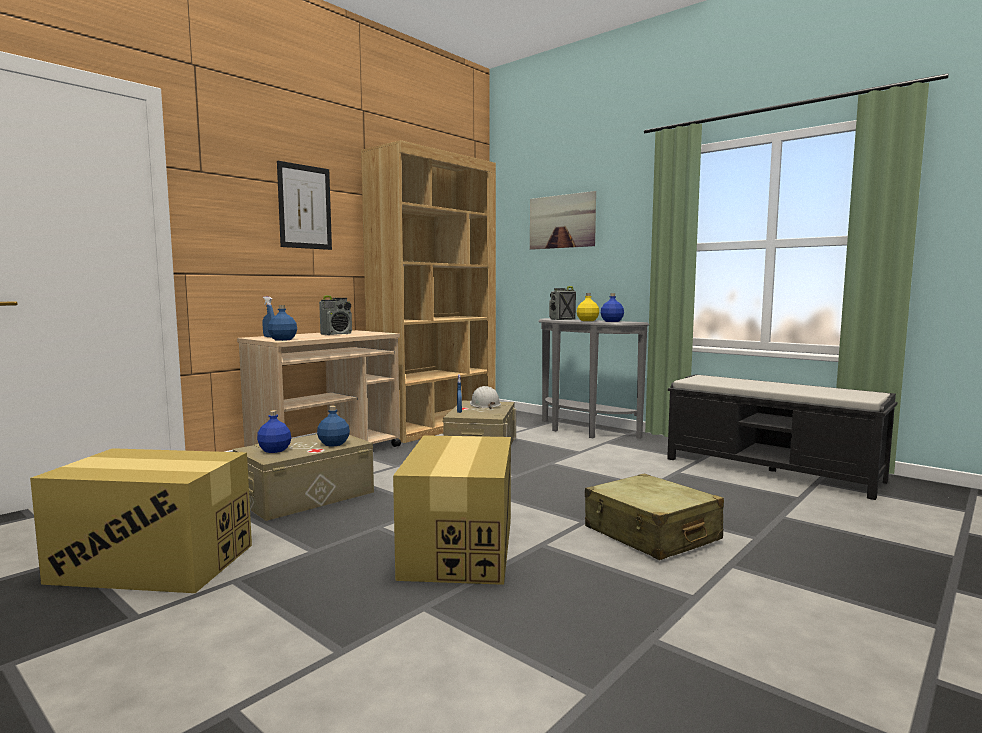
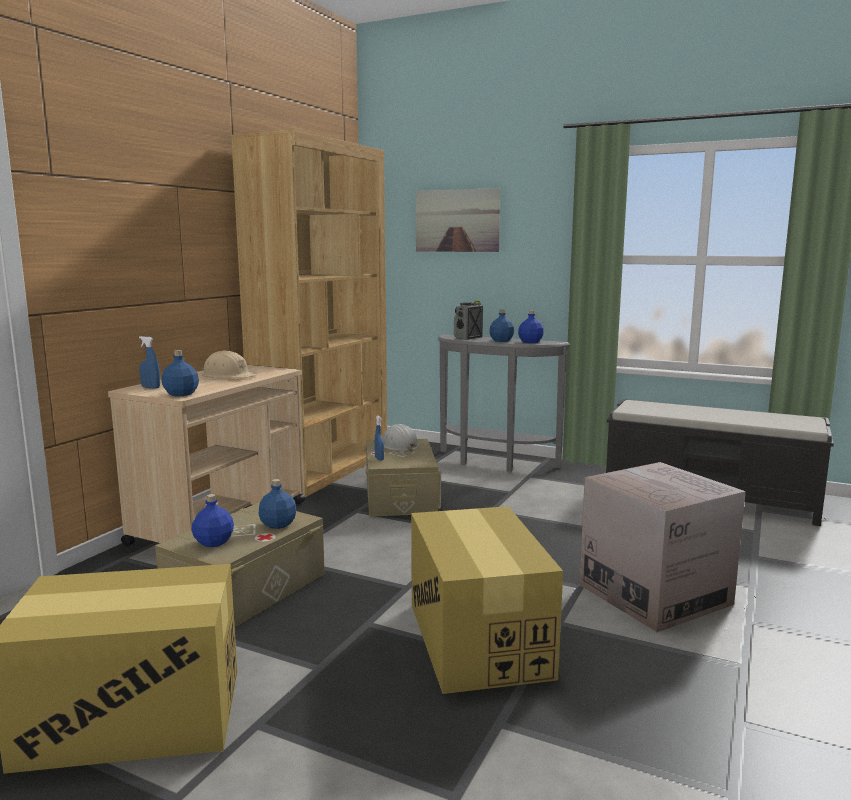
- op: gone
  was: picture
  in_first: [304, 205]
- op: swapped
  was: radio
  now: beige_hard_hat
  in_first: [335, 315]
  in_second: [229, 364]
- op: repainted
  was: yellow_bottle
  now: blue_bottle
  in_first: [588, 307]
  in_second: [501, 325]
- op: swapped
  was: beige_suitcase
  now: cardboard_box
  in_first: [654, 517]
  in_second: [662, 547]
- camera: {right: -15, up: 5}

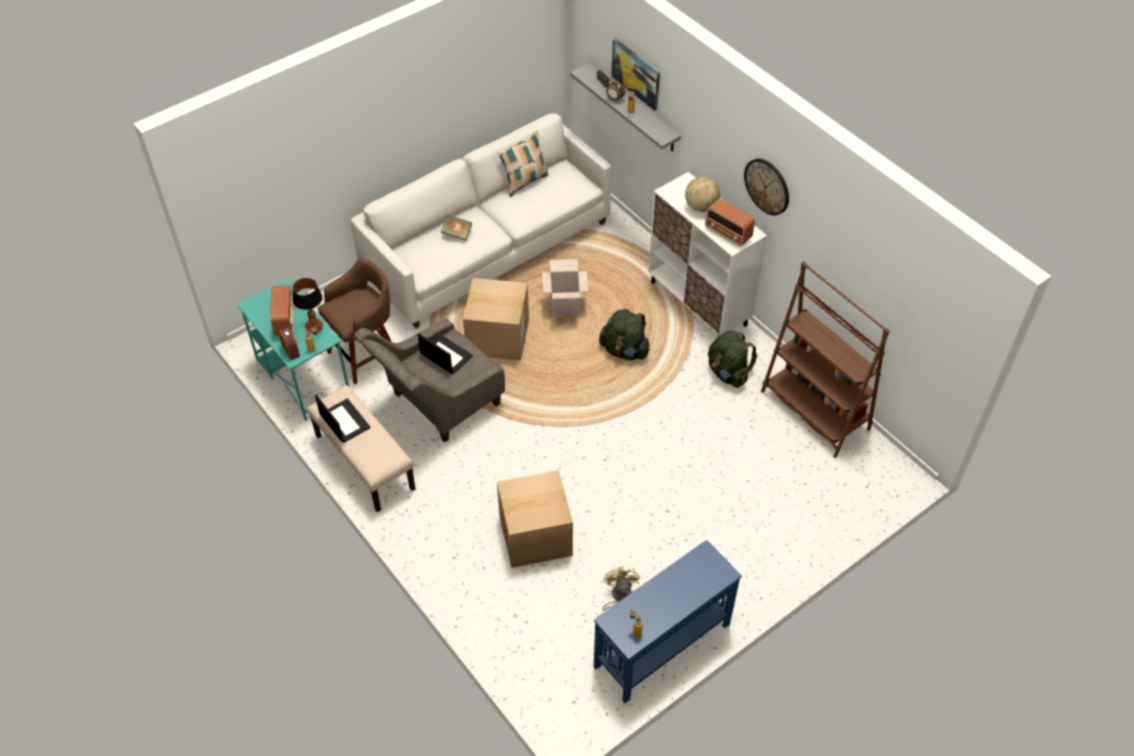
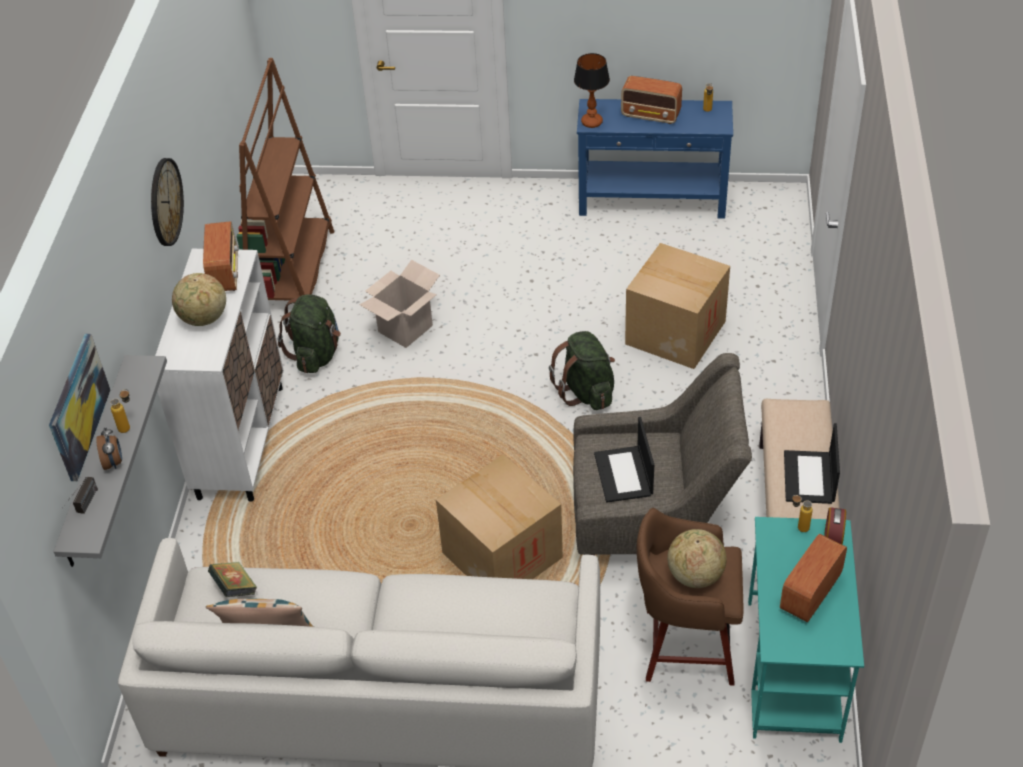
- op: shifted
  was: table_lamp
  in_first: [308, 305]
  in_second: [592, 90]
- op: shifted
  was: book
  in_first: [456, 228]
  in_second: [232, 579]
- op: shifted
  was: cardboard_box
  in_first: [565, 287]
  in_second: [399, 304]
- op: shifted
  was: green_backpack
  in_first: [624, 334]
  in_second: [582, 370]
- op: gone
  was: yellow_fan
  in_first: [621, 589]
- op: new
  now: radio
  in_second: [651, 100]
- op: new
  now: globe
  in_second: [697, 558]
- camera: {right: -135, up: -5}

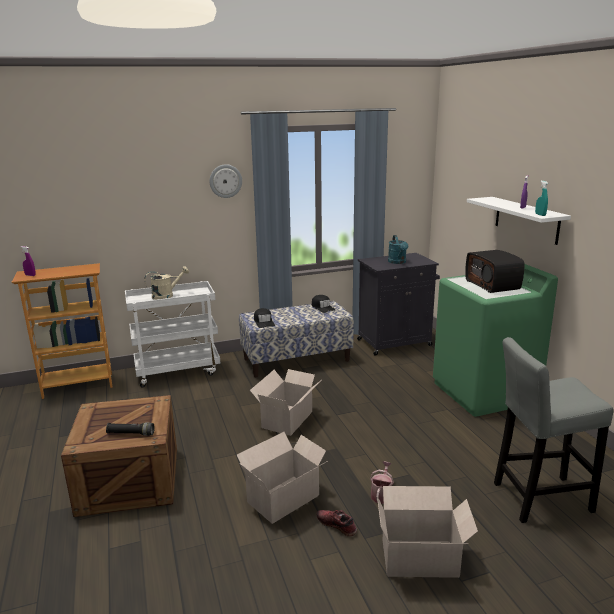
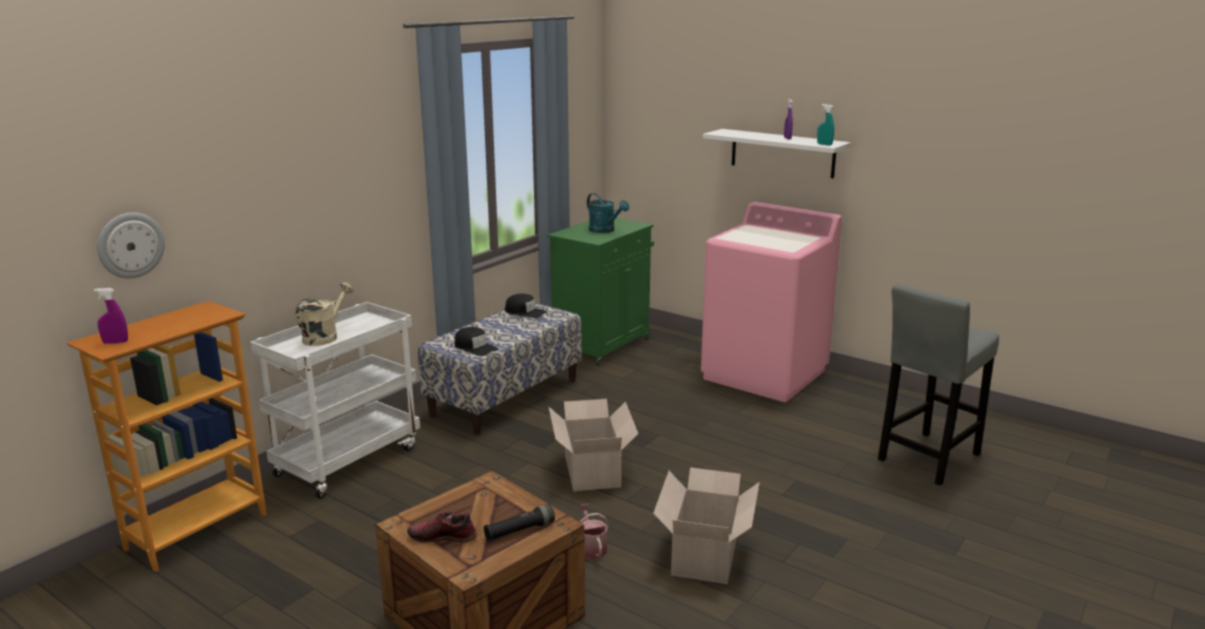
- op: shifted
  was: wall_clock
  in_first: [225, 181]
  in_second: [131, 245]
- op: shifted
  was: shoe
  in_first: [336, 523]
  in_second: [442, 527]
- op: repainted
  was: black_cabinet
  now: green_cabinet
  in_first: [398, 304]
  in_second: [600, 292]
- op: shifted
  was: watering_can
  in_first: [382, 483]
  in_second: [593, 531]
- op: gone
  was: cardboard_box
  in_first: [427, 532]
- op: repainted
  was: green_washing_machine
  now: pink_washing_machine
  in_first: [495, 340]
  in_second: [771, 302]
- op: gone
  was: radio
  in_first: [494, 271]
- camera: {right: -35, up: 0}

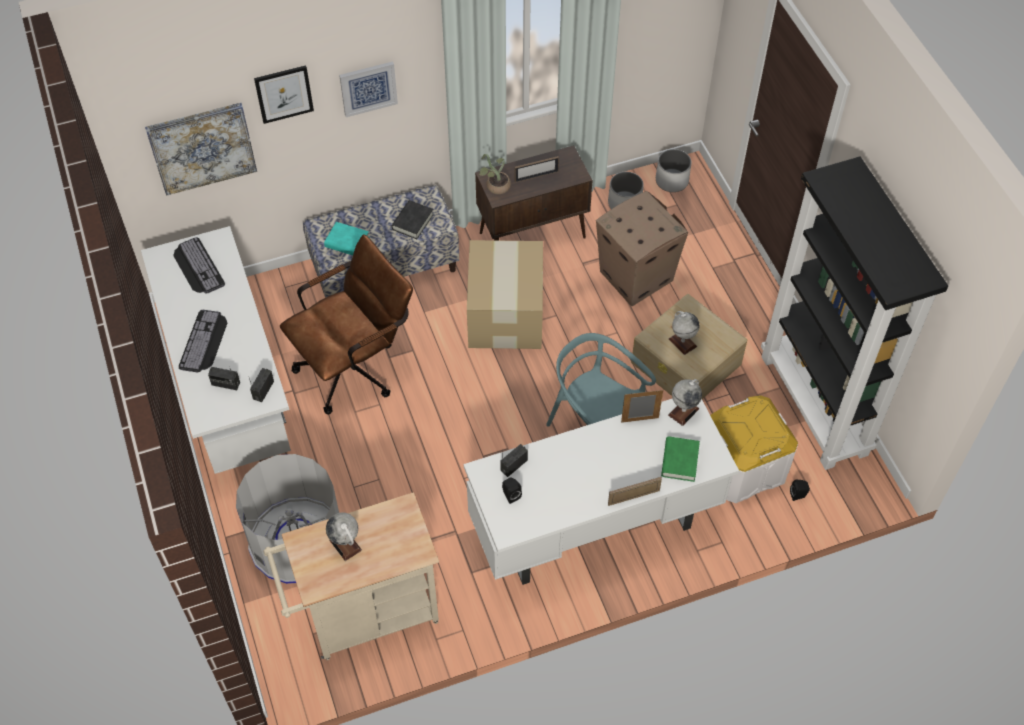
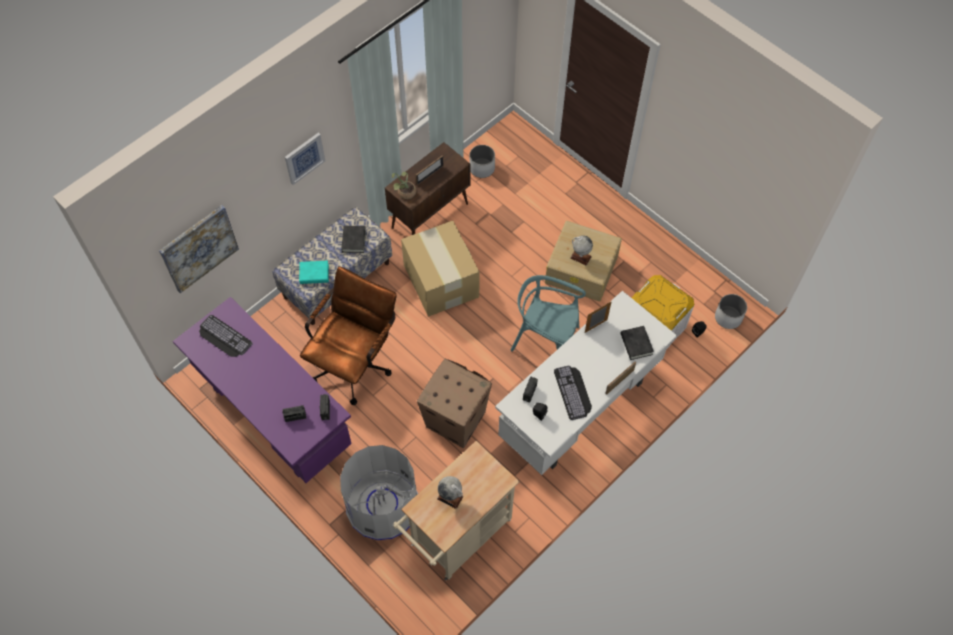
- op: repainted
  was: white_desk
  now: purple_desk
  in_first: [216, 350]
  in_second: [262, 390]
- op: shifted
  was: keyboard
  in_first: [203, 341]
  in_second: [573, 393]
- op: gone
  was: picture
  in_first: [284, 94]
- op: shifted
  was: cardboard_box
  in_first: [642, 248]
  in_second: [454, 403]
- op: shifted
  was: white_planter
  in_first: [673, 170]
  in_second: [731, 311]
- op: repainted
  was: green_book
  now: black_book
  in_first: [680, 459]
  in_second: [637, 343]
- op: gone
  was: globe
  in_first: [685, 402]
- op: gone
  was: black_bookcase
  in_first: [854, 313]
- camera: {right: -25, up: 5}

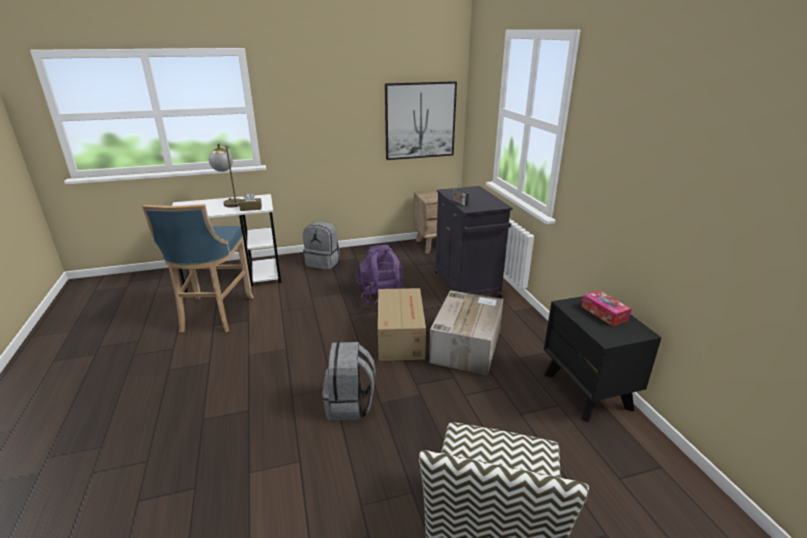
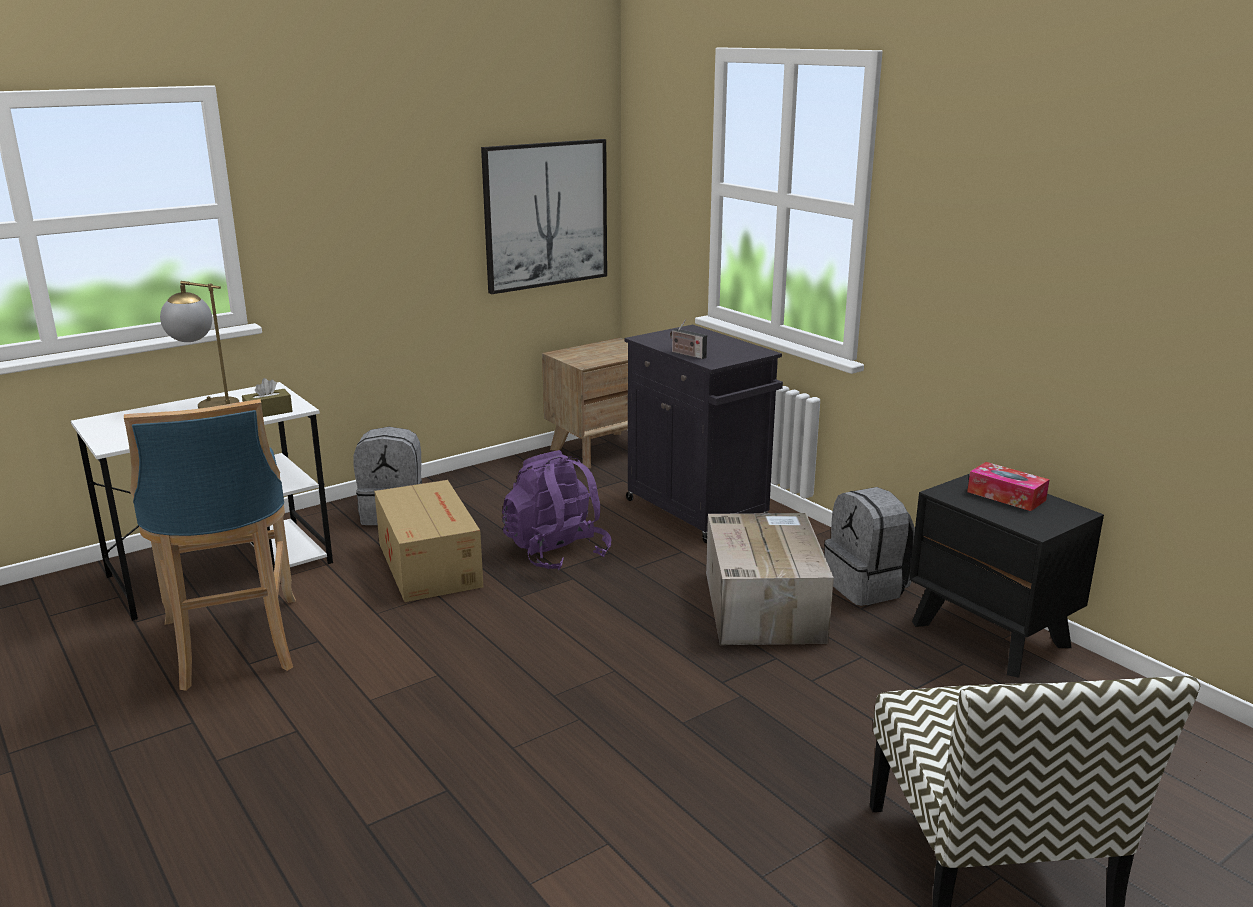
- op: shifted
  was: grey_backpack
  in_first: [348, 381]
  in_second: [869, 546]
- op: shifted
  was: cardboard_box
  in_first: [402, 324]
  in_second: [429, 541]
- camera: {right: -20, up: -5}

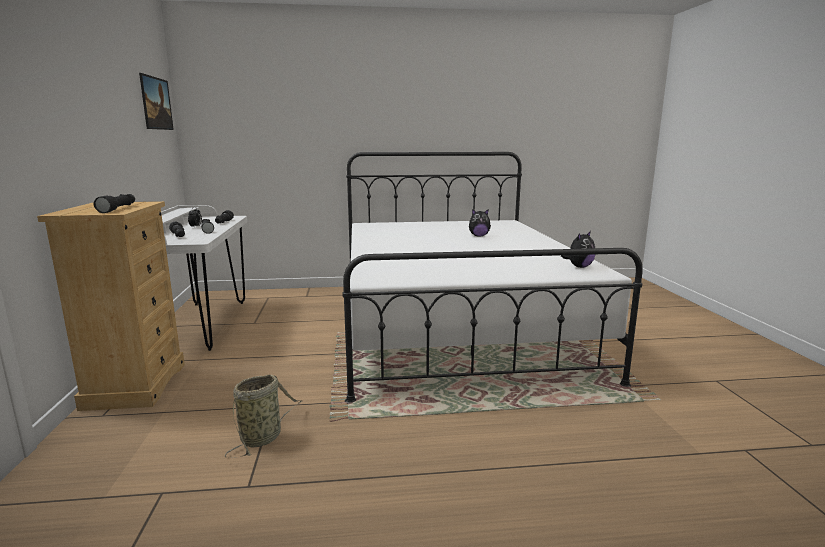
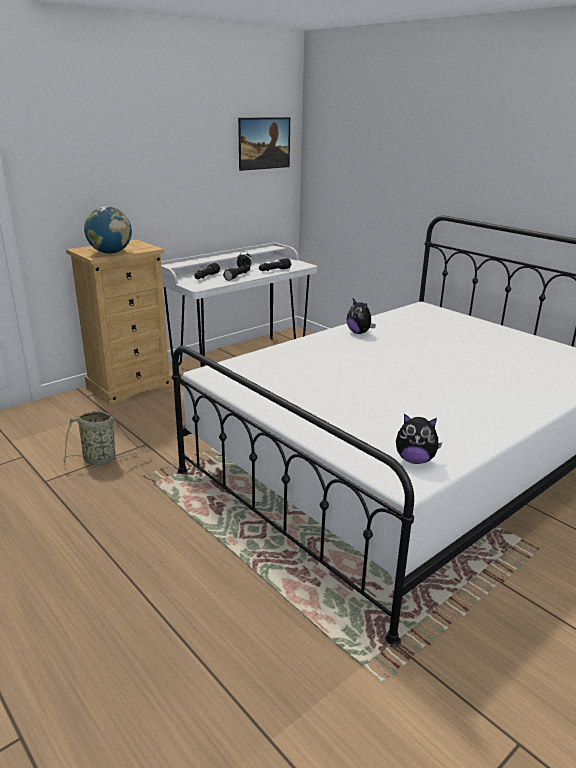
- op: swapped
  was: black_flashlight
  now: globe
  in_first: [114, 203]
  in_second: [108, 230]
- op: shifted
  was: plush_toy
  in_first: [480, 223]
  in_second: [361, 316]
- camera: {right: 55, up: 10}

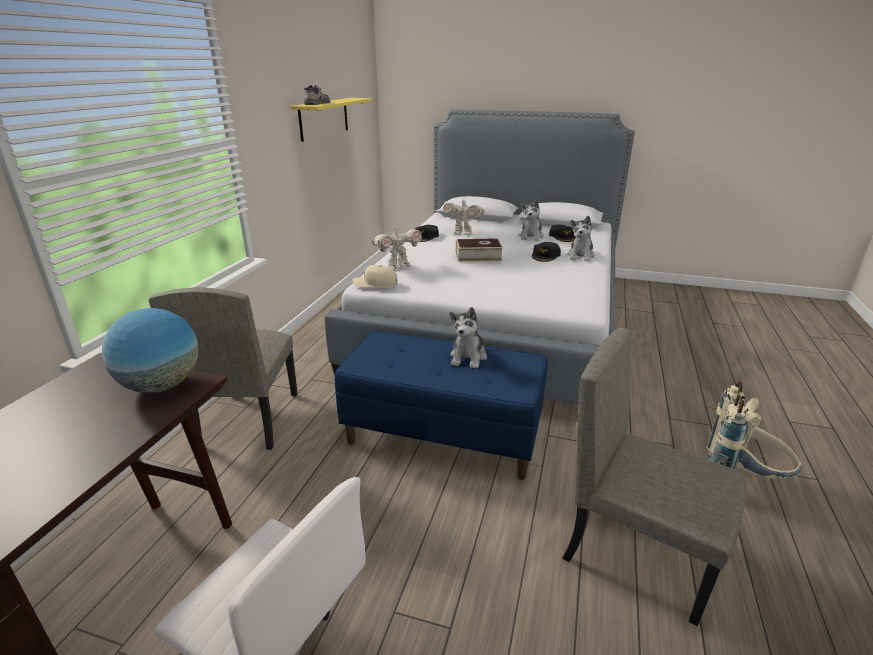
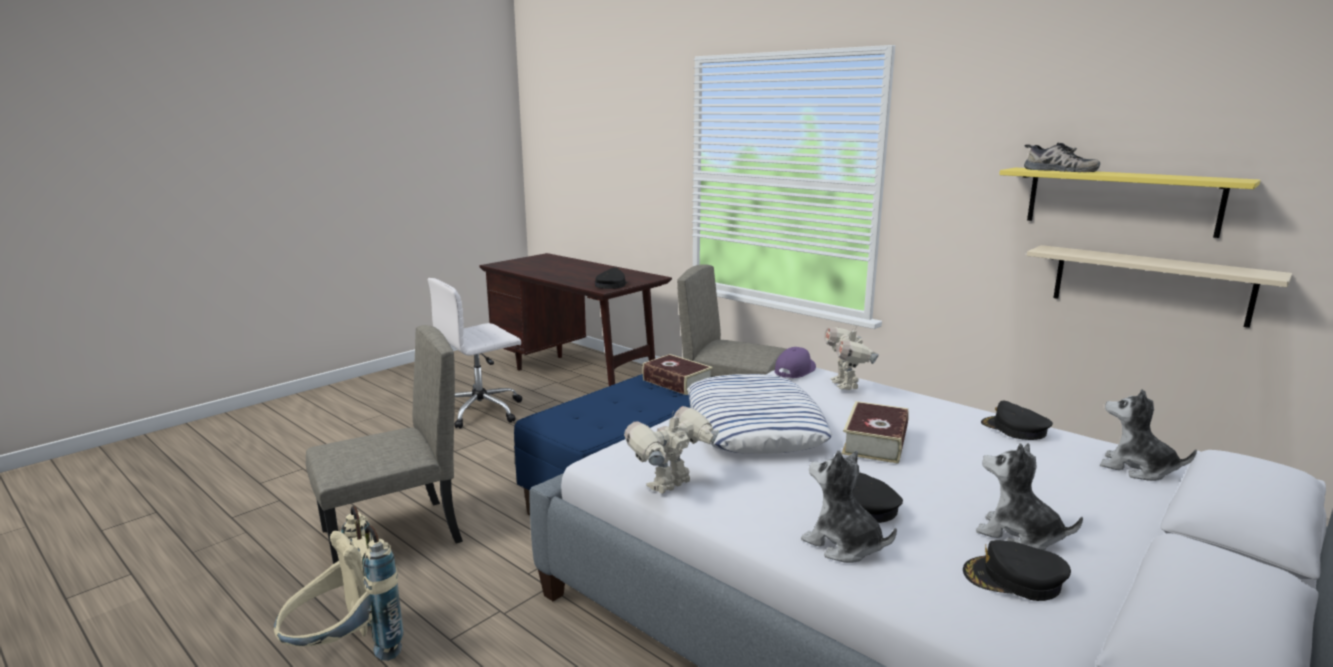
- op: swapped
  was: globe
  now: black_cap
  in_first: [150, 350]
  in_second: [611, 278]
- op: repainted
  was: beige_cap
  now: purple_cap
  in_first: [375, 276]
  in_second: [795, 362]
- op: shifted
  was: toy_robot
  in_first: [463, 215]
  in_second: [671, 450]
- op: shifted
  was: plush_toy
  in_first: [468, 338]
  in_second: [1148, 435]
- op: new
  now: book
  in_second: [678, 374]
- op: new
  now: pillow
  in_second: [759, 414]
- op: new
  now: beige_shelf
  in_second: [1159, 286]
- camera: {right: 115, up: -10}

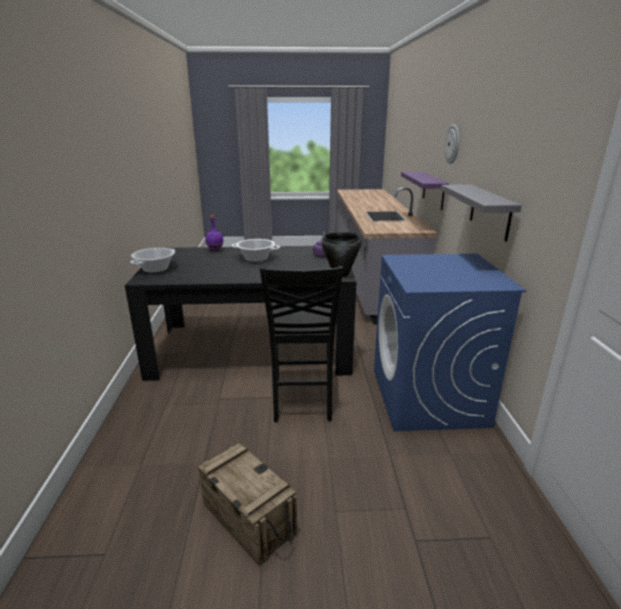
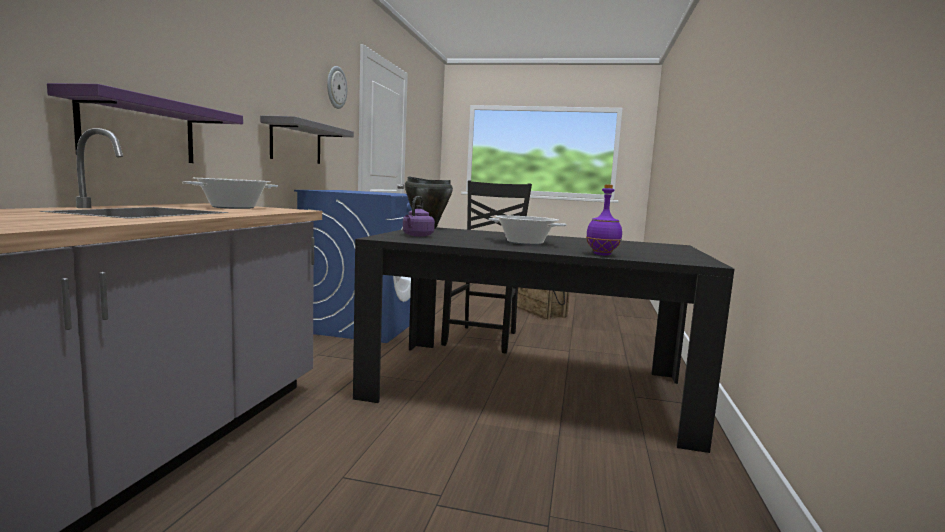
- op: shifted
  was: cooking_pot
  in_first: [152, 260]
  in_second: [230, 193]
- op: shifted
  was: wall_clock
  in_first: [452, 144]
  in_second: [337, 87]
- camera: {right: -165, up: -15}

